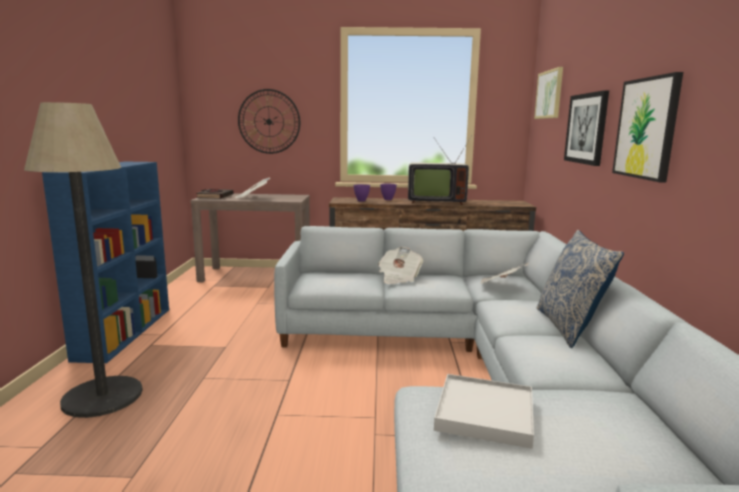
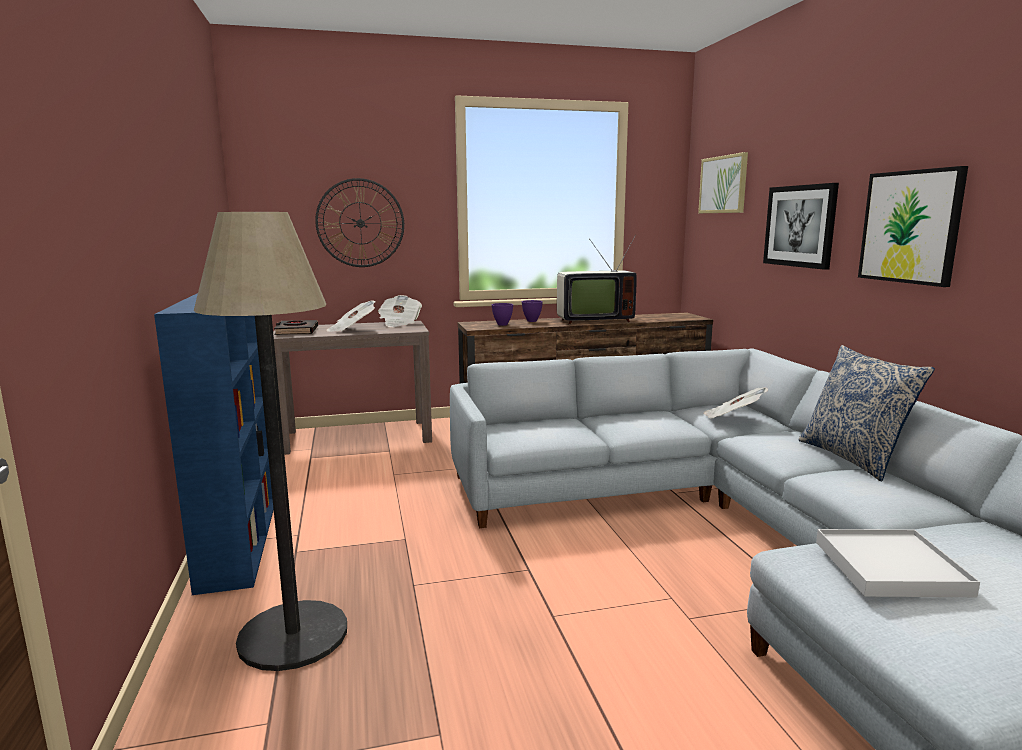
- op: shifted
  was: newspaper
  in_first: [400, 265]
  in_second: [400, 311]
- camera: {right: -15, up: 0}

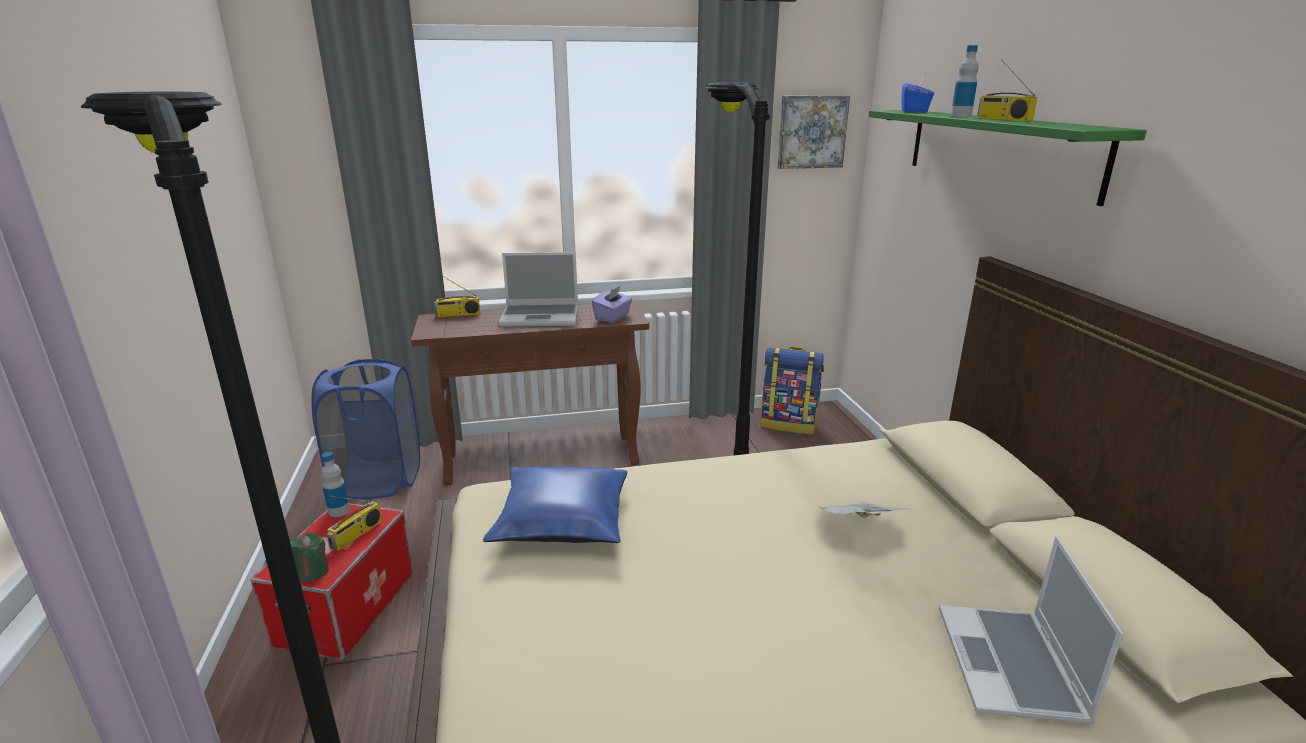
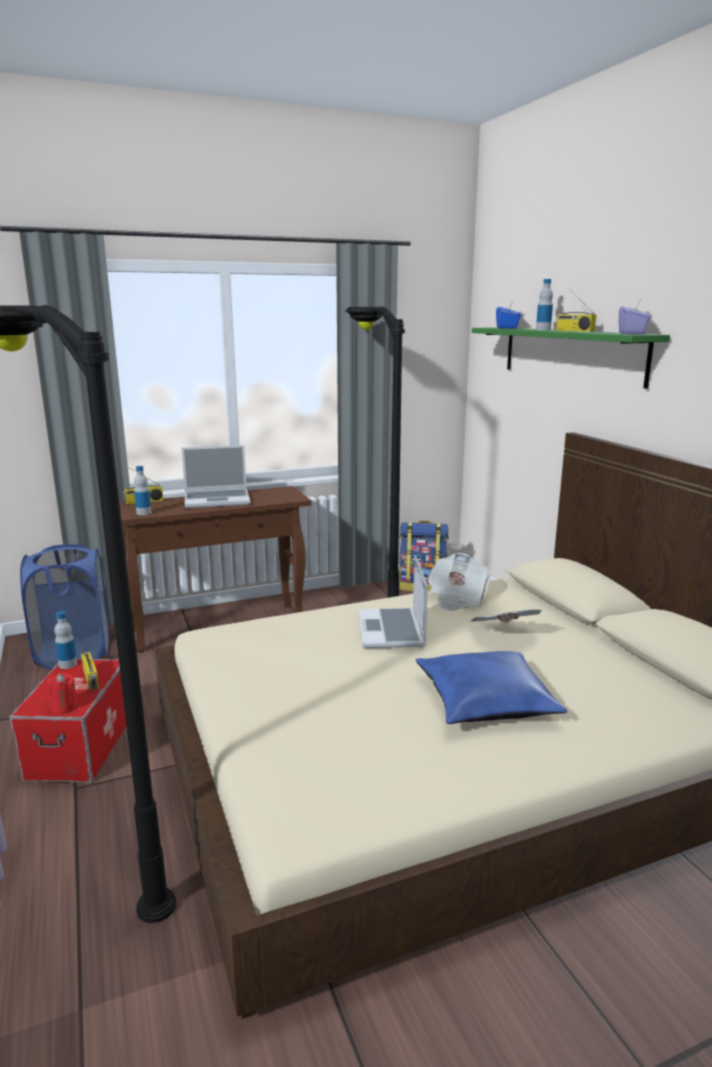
- op: repainted
  was: green_candle
  now: red_candle
  in_first: [310, 557]
  in_second: [62, 693]
- op: rotated
  was: radio
  in_first: [354, 523]
  in_second: [90, 668]
  clockwise: -45
- op: shifted
  was: blue_pillow
  in_first: [555, 504]
  in_second: [491, 687]
- op: shifted
  was: purple_tissue_box
  in_first: [612, 304]
  in_second: [635, 316]
- op: gone
  was: picture
  in_first: [813, 132]
- op: shifted
  was: laptop
  in_first: [1031, 630]
  in_second: [393, 602]
- op: new
  now: bottle
  in_second: [143, 490]
- op: new
  now: newspaper
  in_second: [459, 582]
- camera: {right: -10, up: -5}

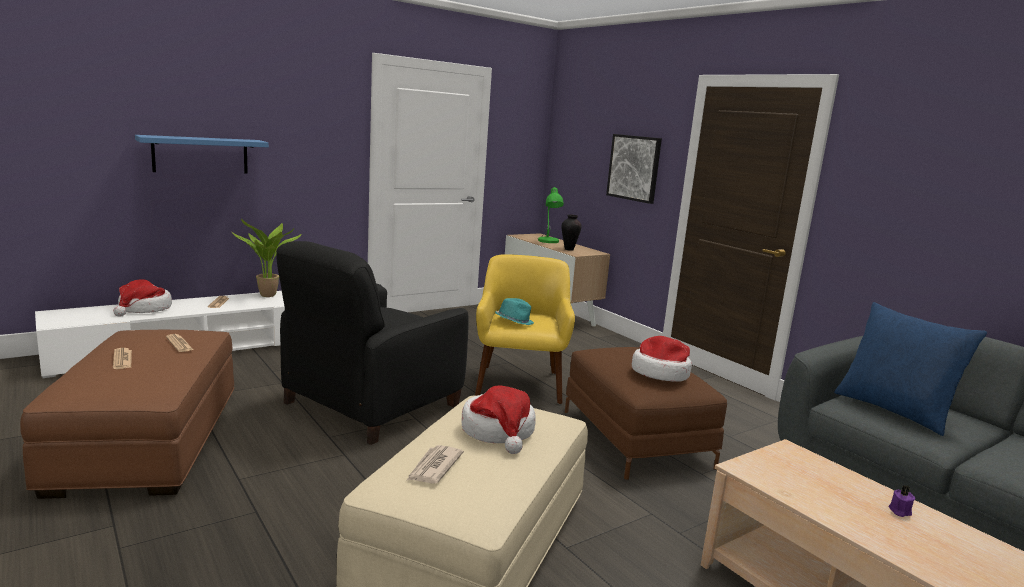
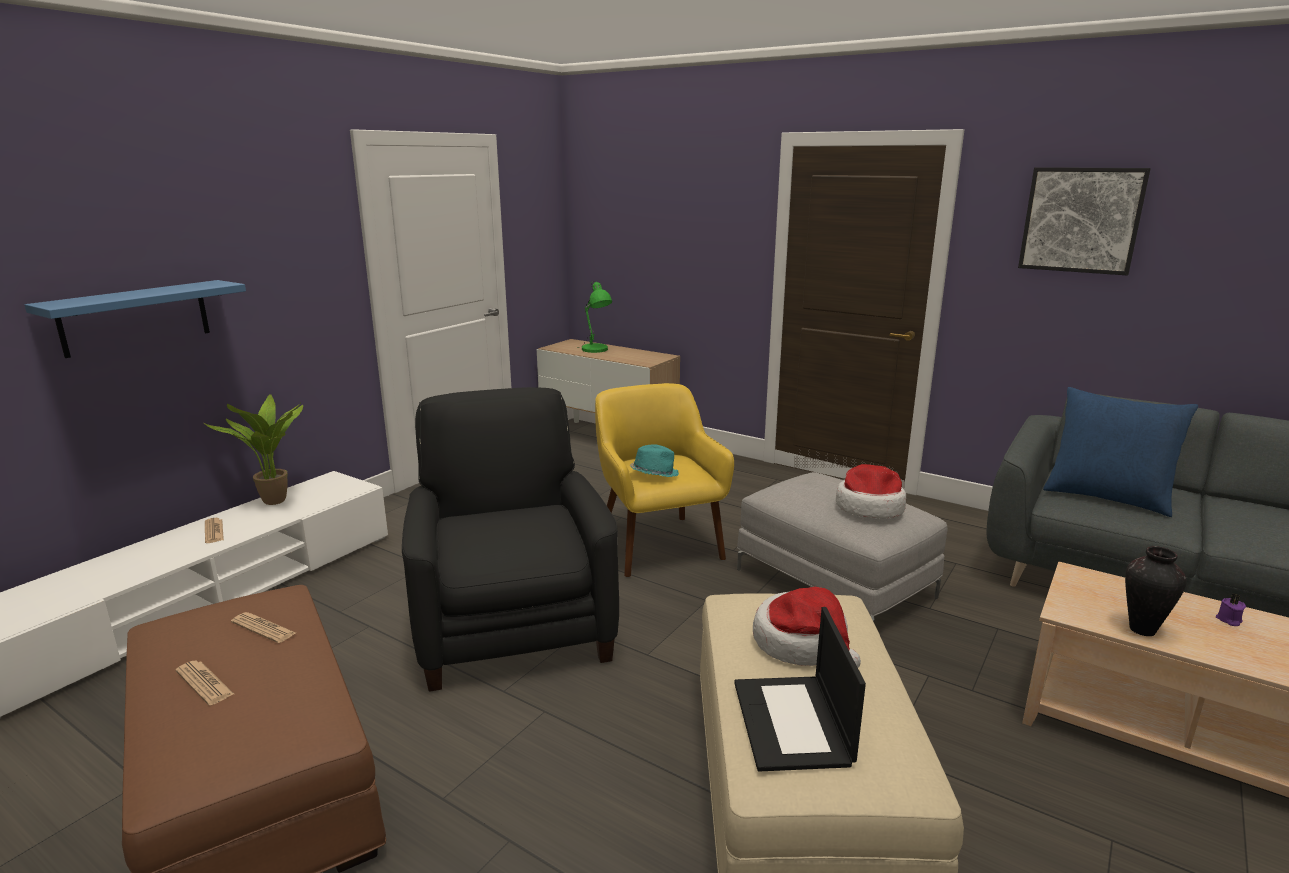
- op: gone
  was: hat
  in_first: [142, 298]
- op: rotated
  was: black_armchair
  in_first: [372, 343]
  in_second: [510, 539]
  clockwise: 150
- op: swapped
  was: newspaper
  now: laptop
  in_first: [435, 464]
  in_second: [800, 689]
- op: shifted
  was: vase
  in_first: [572, 233]
  in_second: [1156, 591]
- op: repainted
  was: brown_ottoman
  now: grey_ottoman
  in_first: [646, 413]
  in_second: [842, 547]
- op: shifted
  was: picture
  in_first: [634, 169]
  in_second: [1084, 221]
- camera: {right: -20, up: 5}

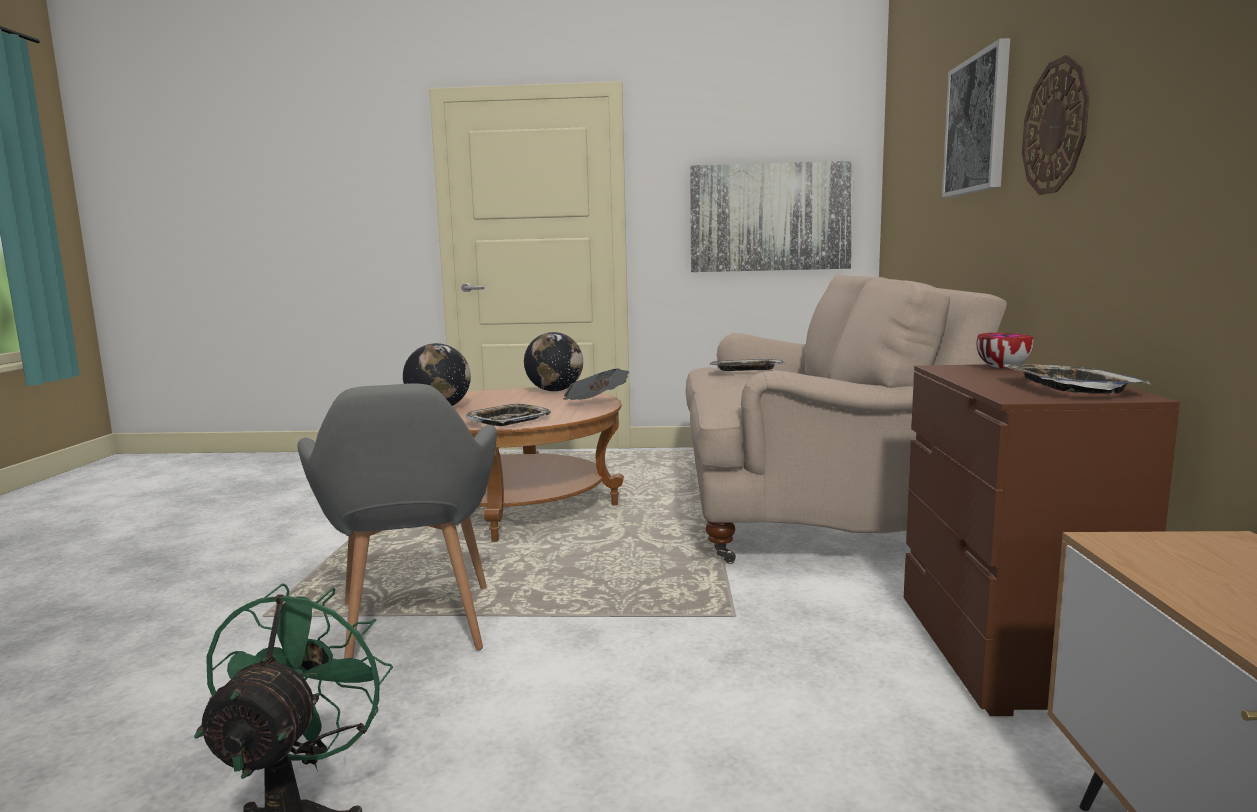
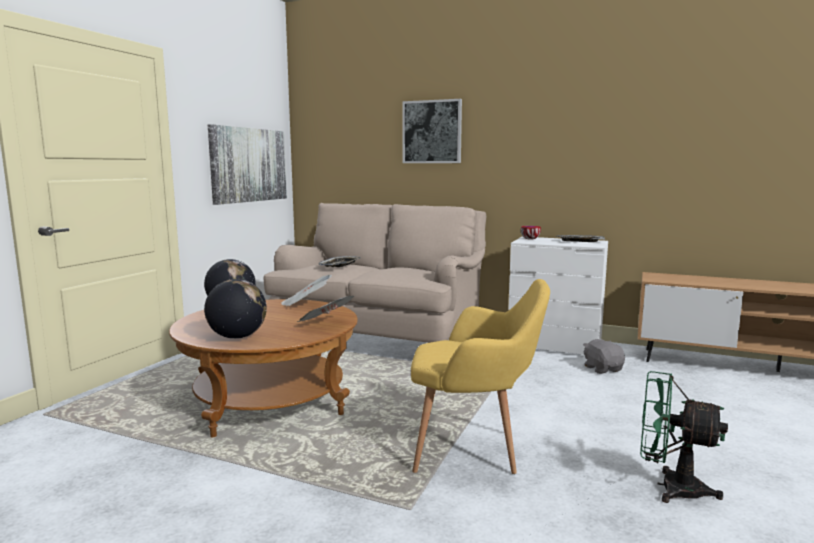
- op: repainted
  was: grey_armchair
  now: yellow_armchair
  in_first: [397, 520]
  in_second: [480, 376]
- op: swapped
  was: tray
  now: newspaper
  in_first: [508, 414]
  in_second: [325, 308]
- op: repainted
  was: brown_dresser
  now: white_dresser
  in_first: [1042, 539]
  in_second: [558, 296]
- op: gone
  was: wall_clock
  in_first: [1056, 125]
- op: new
  now: grey_plush_toy
  in_second: [604, 356]
- camera: {right: -70, up: 0}

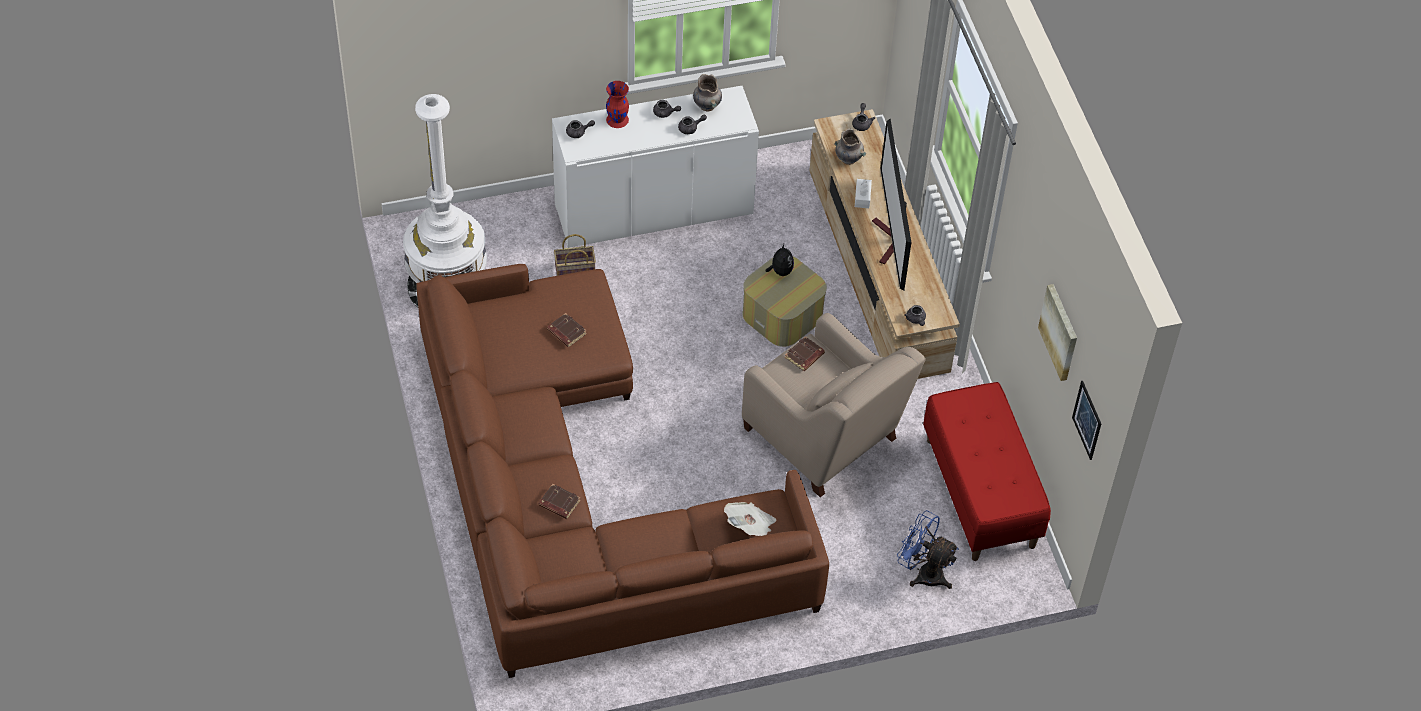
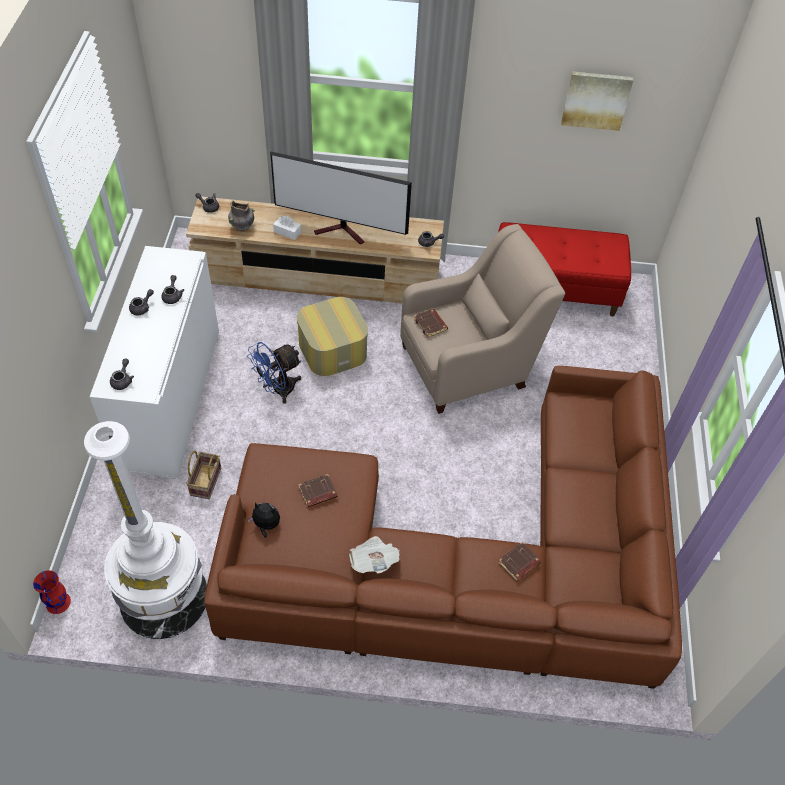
- op: shifted
  was: red_vase
  in_first: [617, 104]
  in_second: [52, 592]
- op: gone
  was: grey_vase
  in_first: [707, 92]
- op: shifted
  was: newspaper
  in_first: [750, 519]
  in_second: [374, 554]
- op: shifted
  was: plush_toy
  in_first: [779, 260]
  in_second: [264, 520]
- op: shifted
  was: blue_fan
  in_first: [928, 549]
  in_second: [274, 373]
- op: gone
  was: picture
  in_first: [1086, 420]
- camera: {right: -70, up: 0}

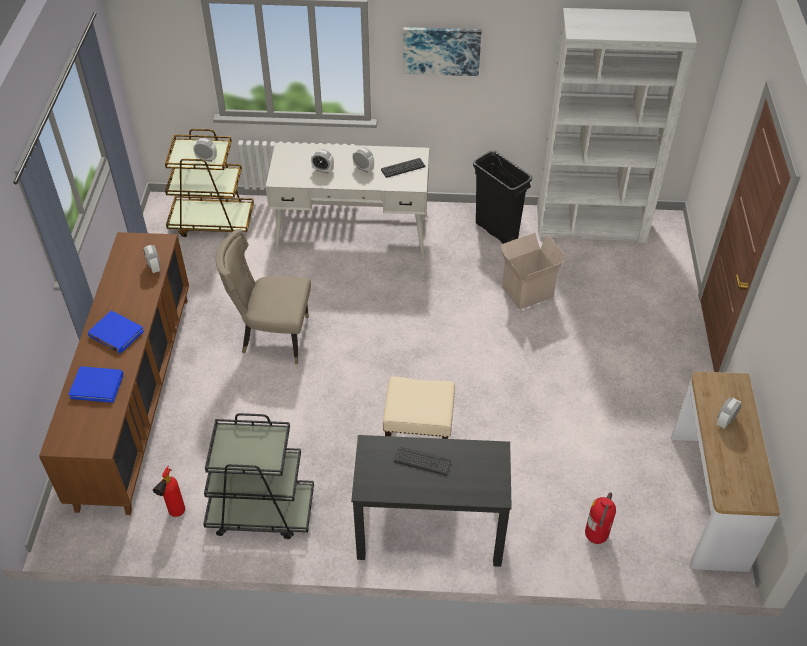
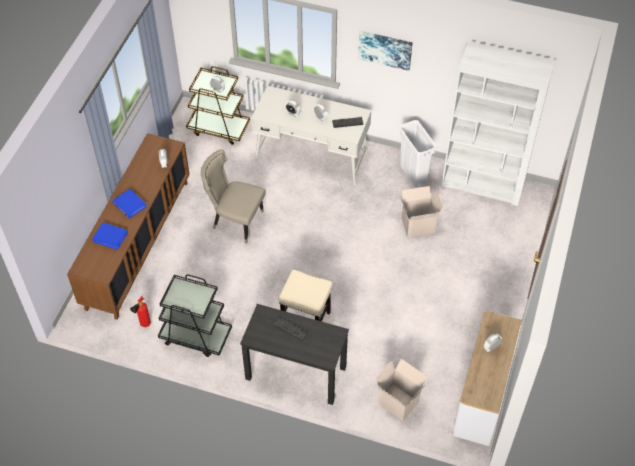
- op: repainted
  was: black_trash_can
  now: white_trash_can
  in_first: [502, 197]
  in_second: [418, 154]
- op: swapped
  was: fire_extinguisher
  now: cardboard_box
  in_first: [600, 518]
  in_second: [402, 390]
- camera: {right: 15, up: 5}

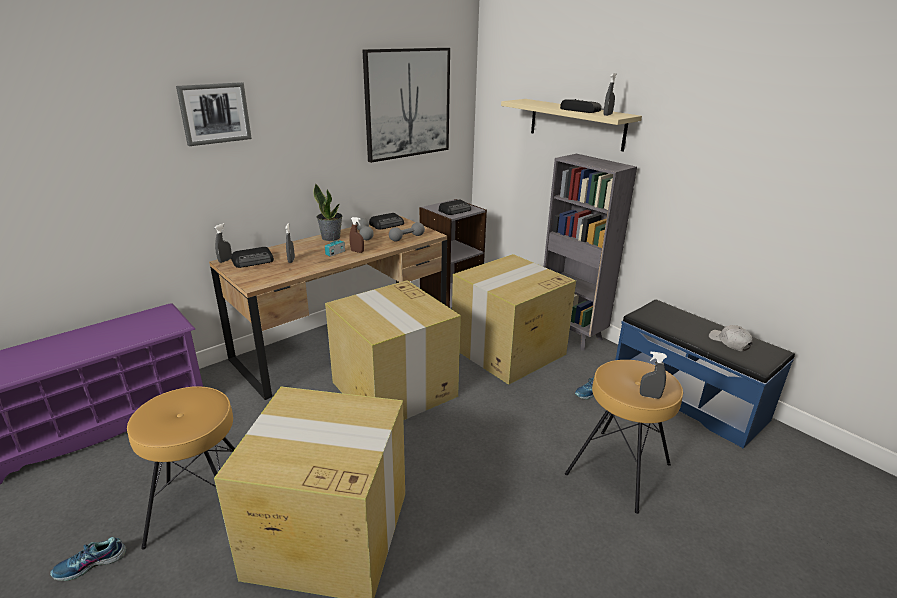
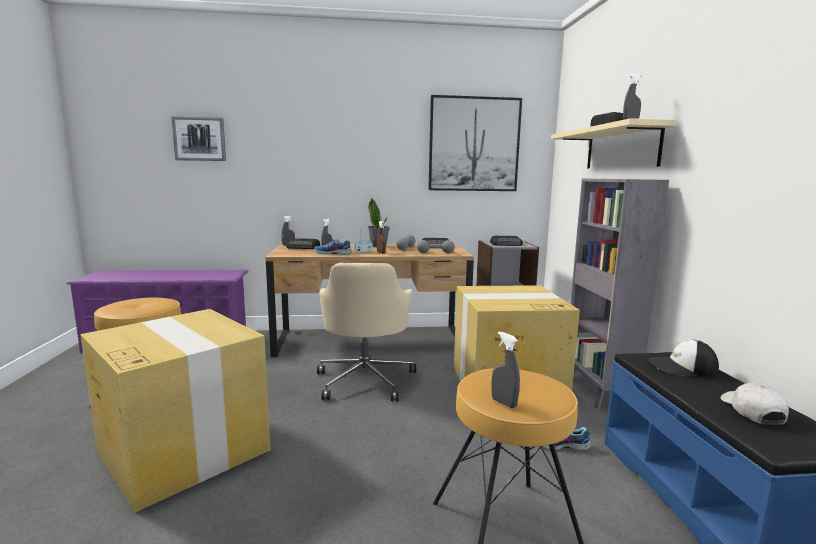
- op: shifted
  was: shoe
  in_first: [88, 559]
  in_second: [333, 246]
- op: shifted
  was: picture
  in_first: [214, 114]
  in_second: [198, 138]
- op: swapped
  was: cardboard_box
  now: beige_office_chair
  in_first: [393, 350]
  in_second: [366, 332]
- op: new
  now: cap
  in_second: [683, 358]
- camera: {right: 35, up: -15}

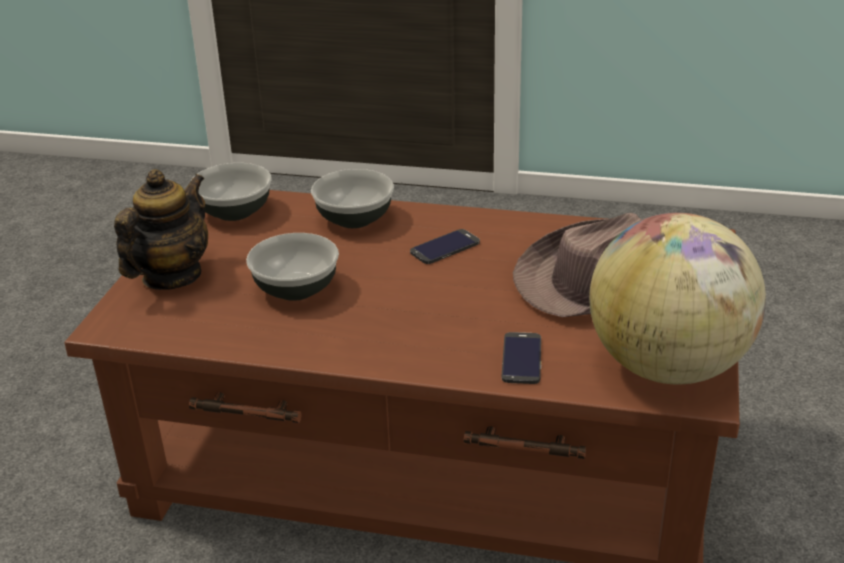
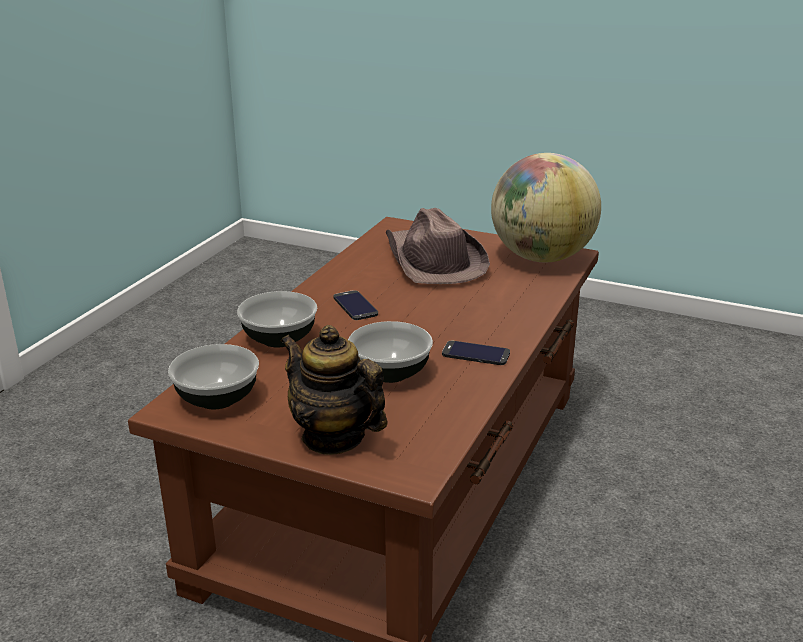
- op: shifted
  was: phone
  in_first: [521, 358]
  in_second: [476, 353]
- camera: {right: -80, up: -5}

